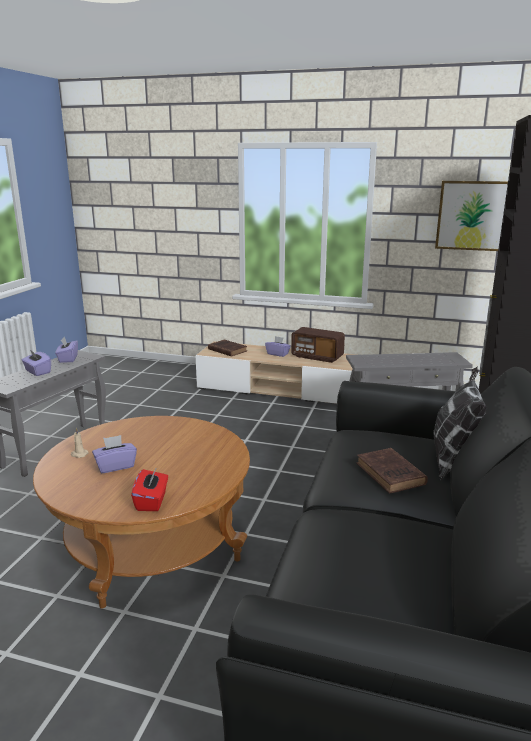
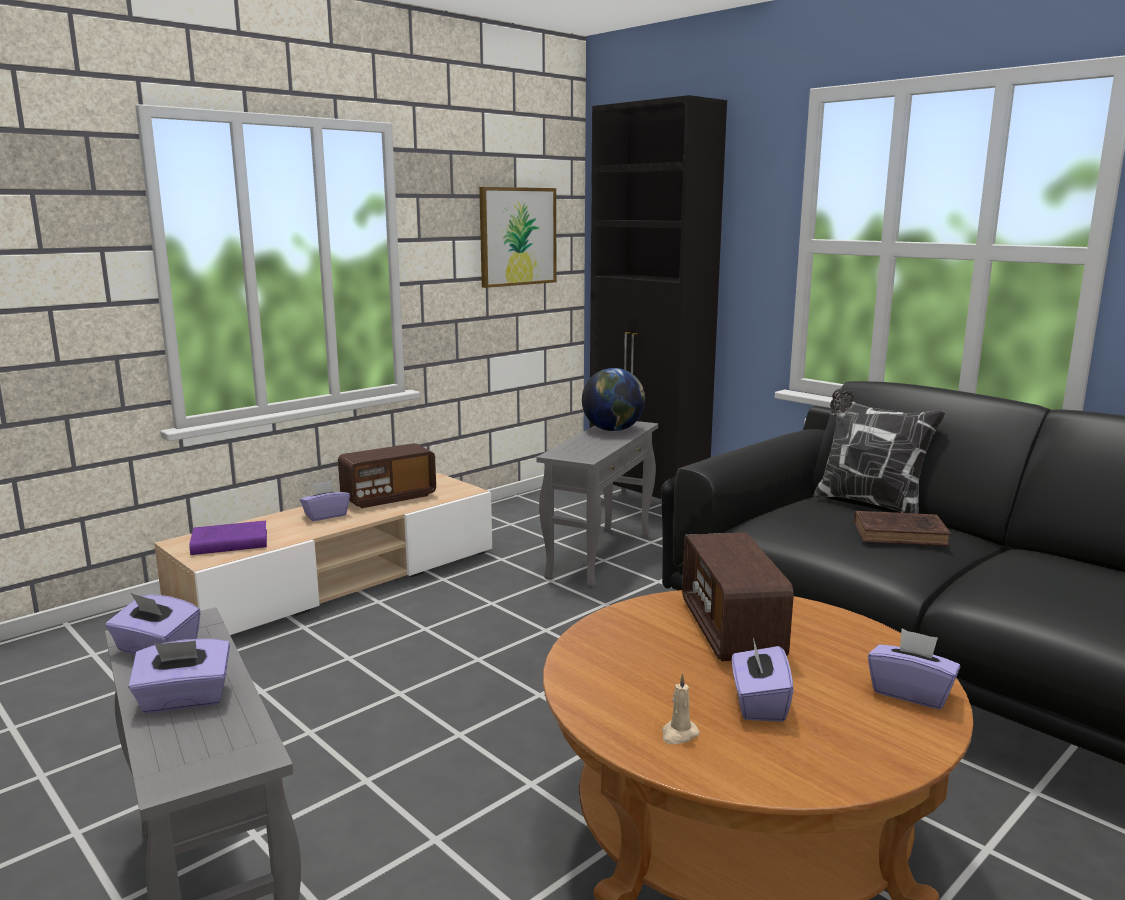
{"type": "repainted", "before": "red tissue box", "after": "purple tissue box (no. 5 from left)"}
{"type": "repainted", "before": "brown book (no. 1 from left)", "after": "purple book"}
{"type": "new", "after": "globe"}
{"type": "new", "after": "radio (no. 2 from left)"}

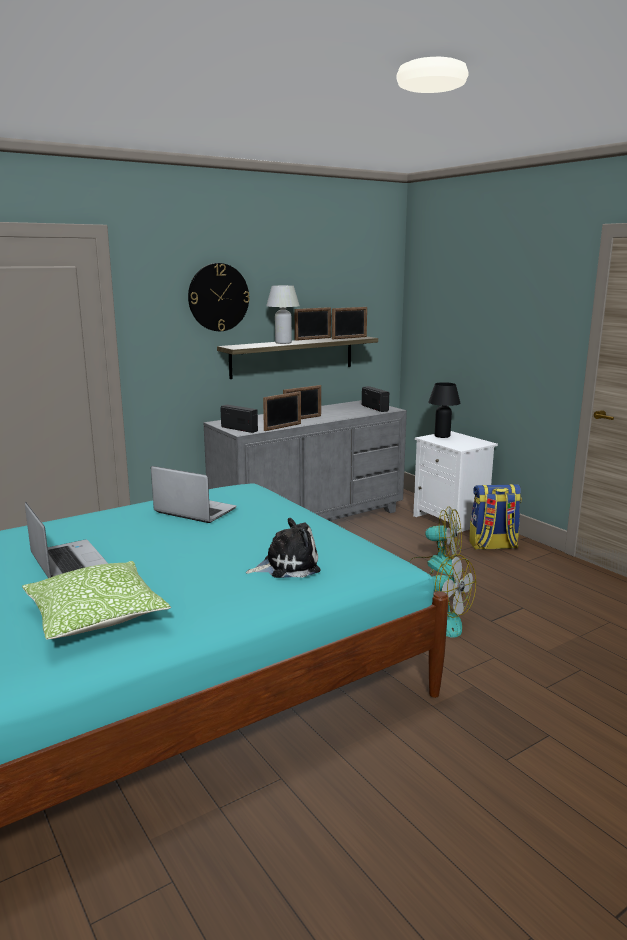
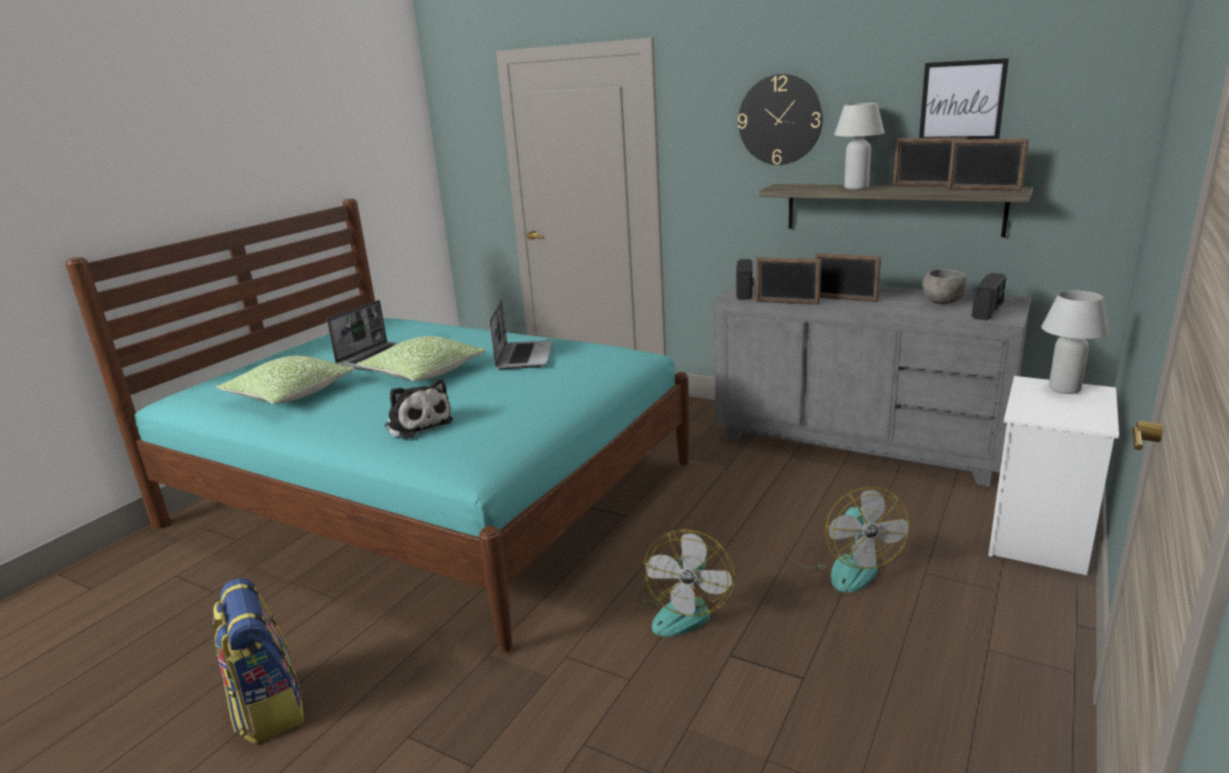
{"type": "repainted", "before": "black table lamp", "after": "white table lamp (no. 2 from left)"}
{"type": "shifted", "before": "backpack"}
{"type": "new", "after": "pillow (no. 2 from left)"}
{"type": "new", "after": "picture"}
{"type": "new", "after": "grey bowl"}

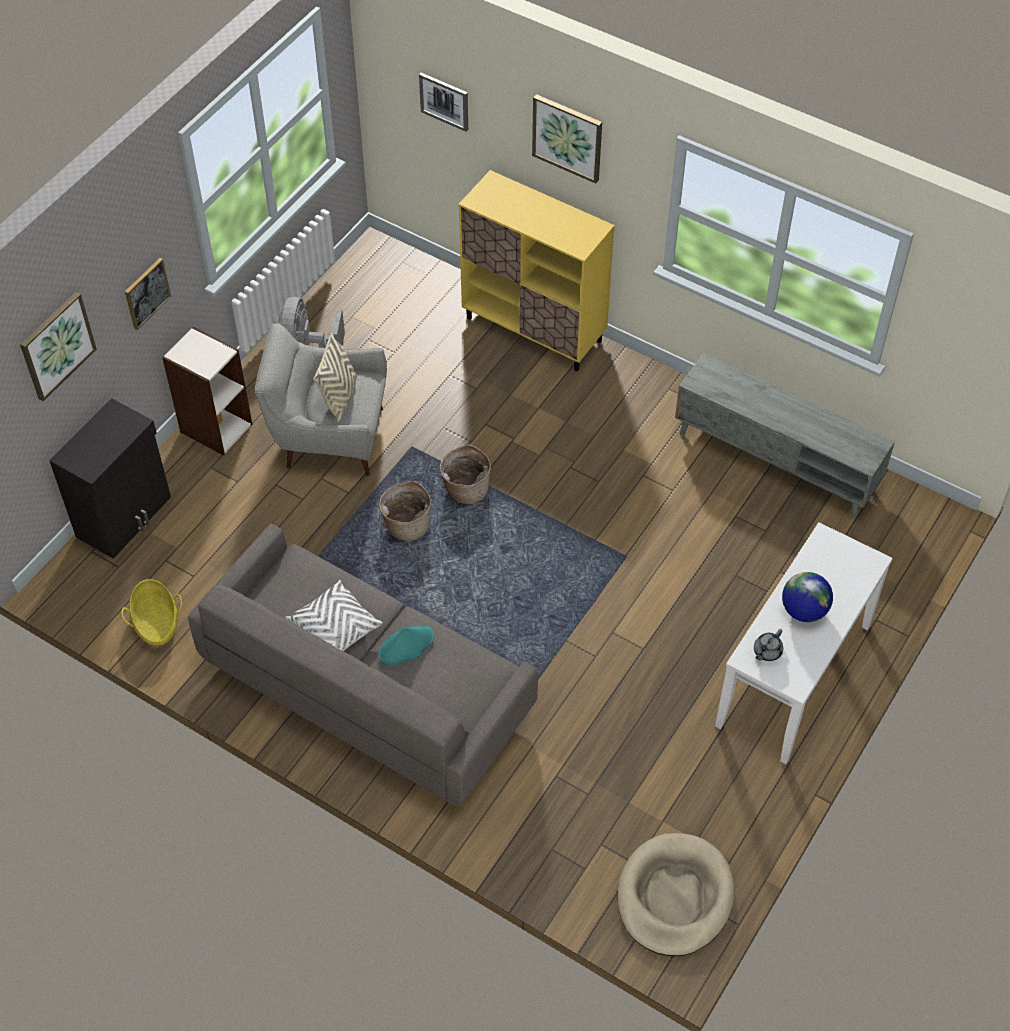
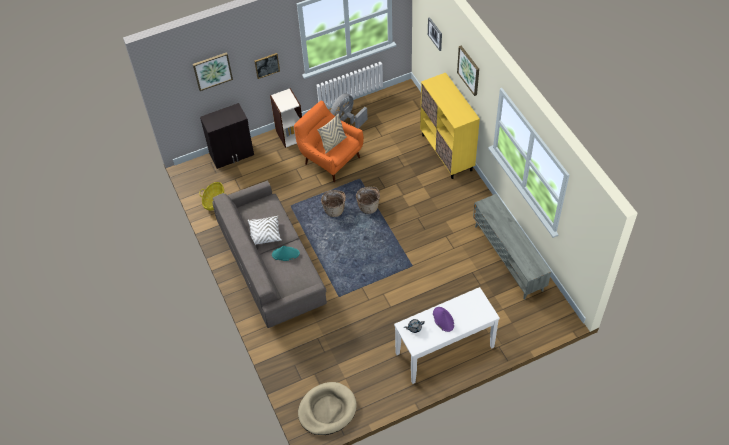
{"type": "repainted", "before": "grey armchair", "after": "orange armchair"}
{"type": "swapped", "before": "globe", "after": "purple hat"}

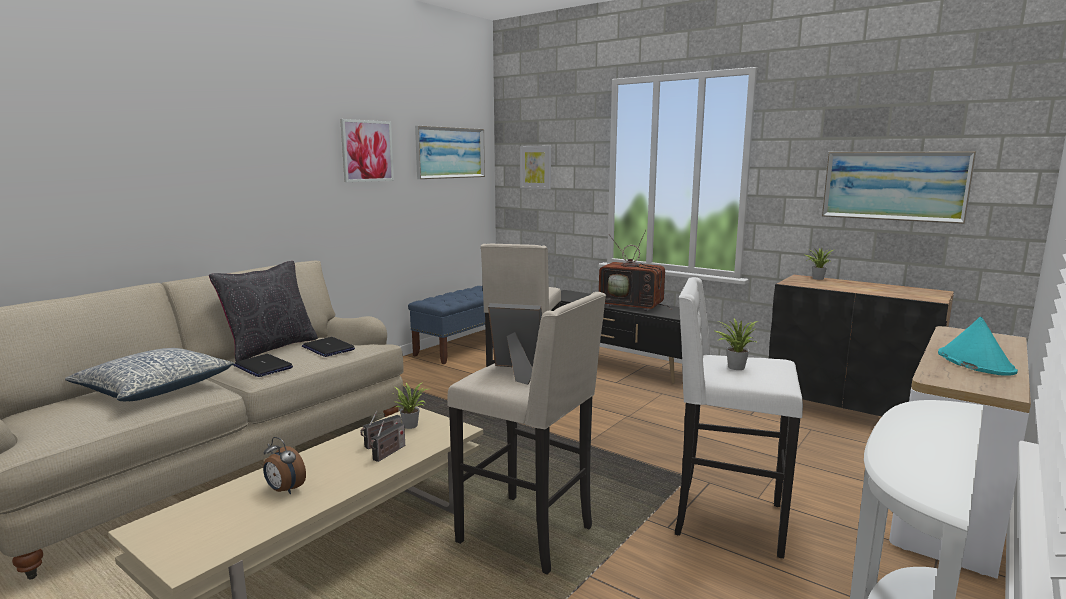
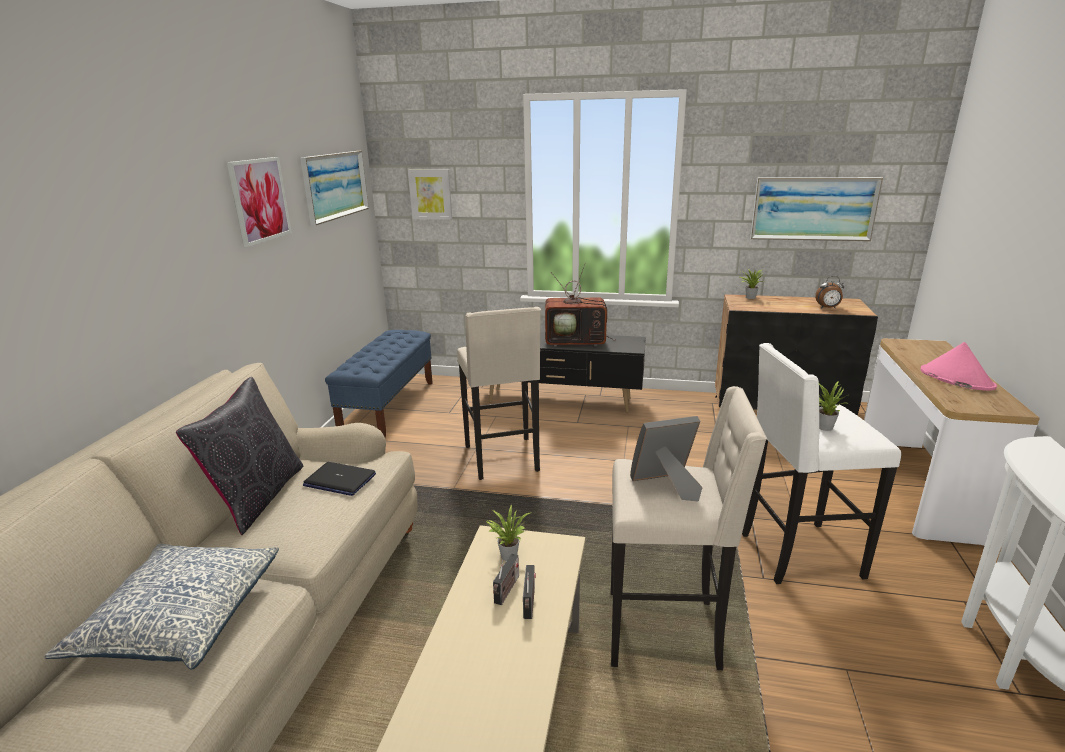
{"type": "gone", "before": "laptop (no. 1 from left)"}
{"type": "shifted", "before": "alarm clock"}
{"type": "repainted", "before": "turquoise hat", "after": "pink hat"}

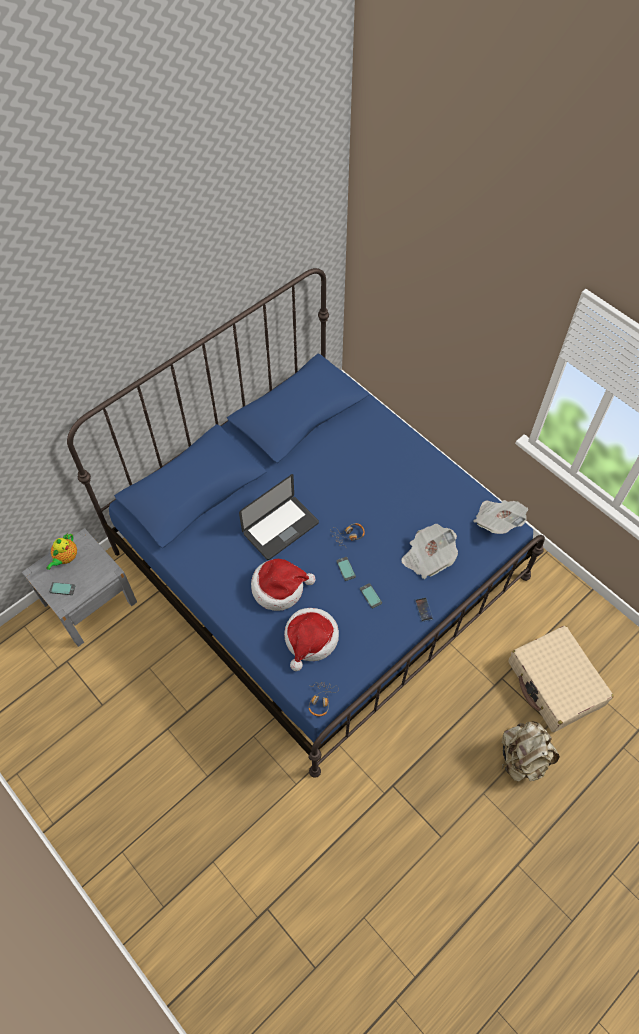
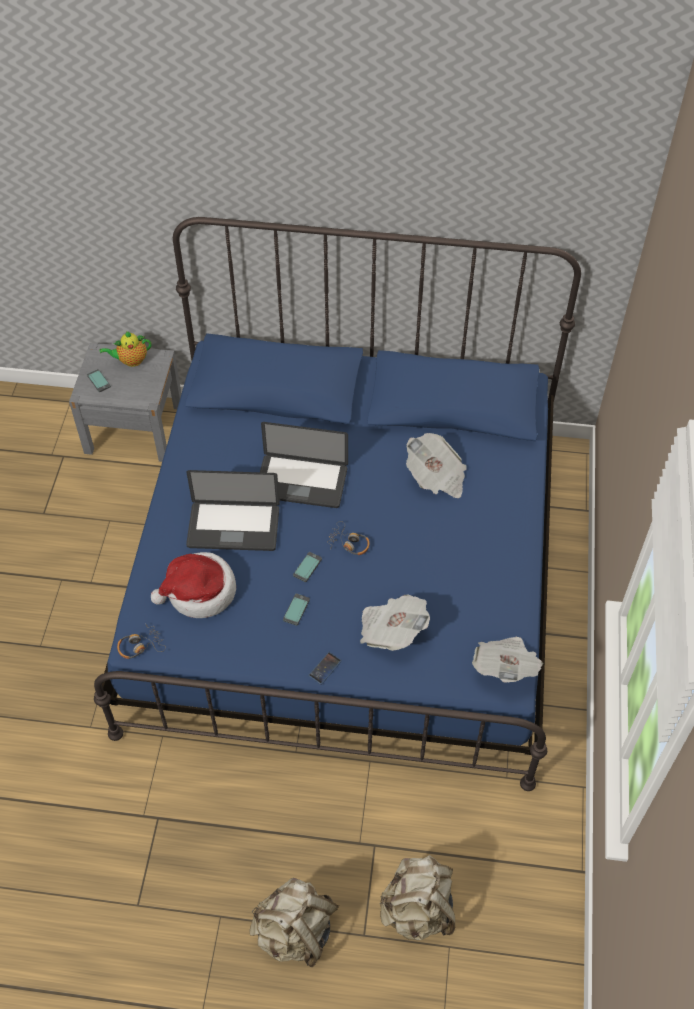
{"type": "swapped", "before": "hat (no. 1 from left)", "after": "laptop (no. 1 from left)"}
{"type": "swapped", "before": "beige suitcase", "after": "beige backpack (no. 2 from left)"}
{"type": "new", "after": "newspaper (no. 2 from left)"}

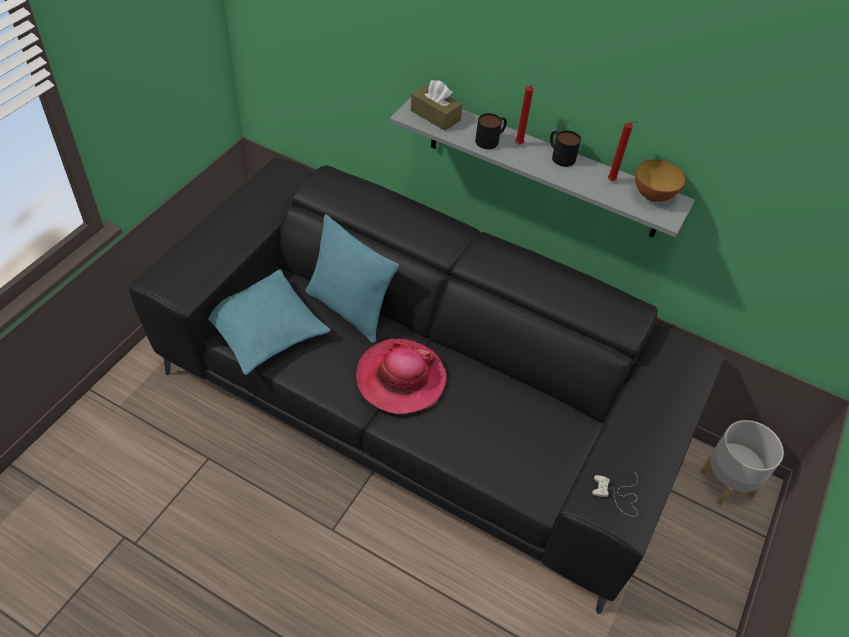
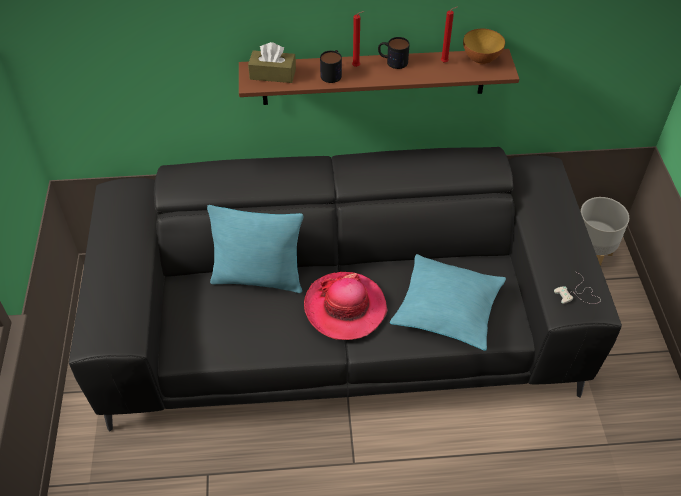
{"type": "shifted", "before": "turquoise pillow (no. 1 from left in the first image)", "after": "turquoise pillow (no. 2 from left)"}
{"type": "repainted", "before": "grey shelf", "after": "brown shelf"}

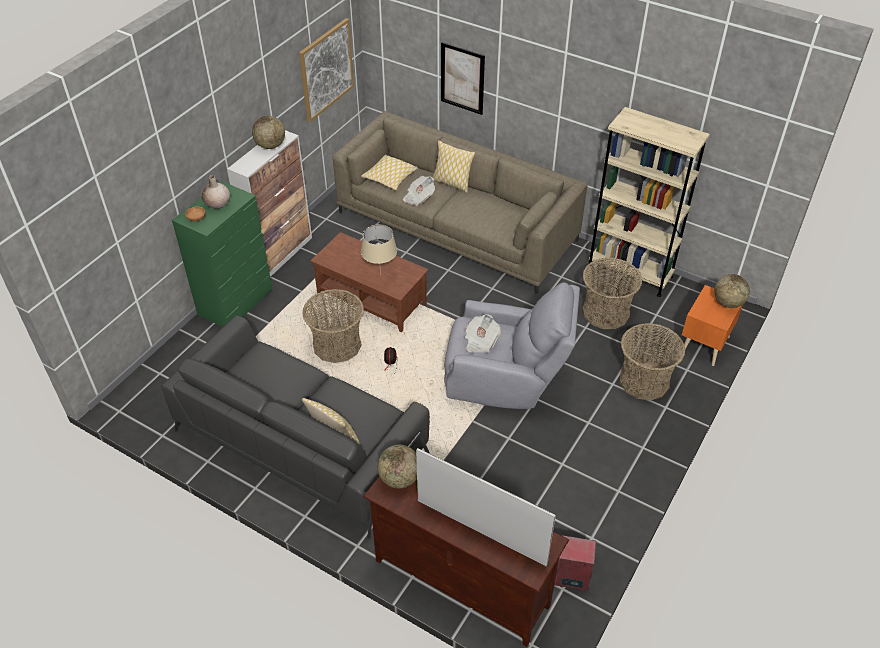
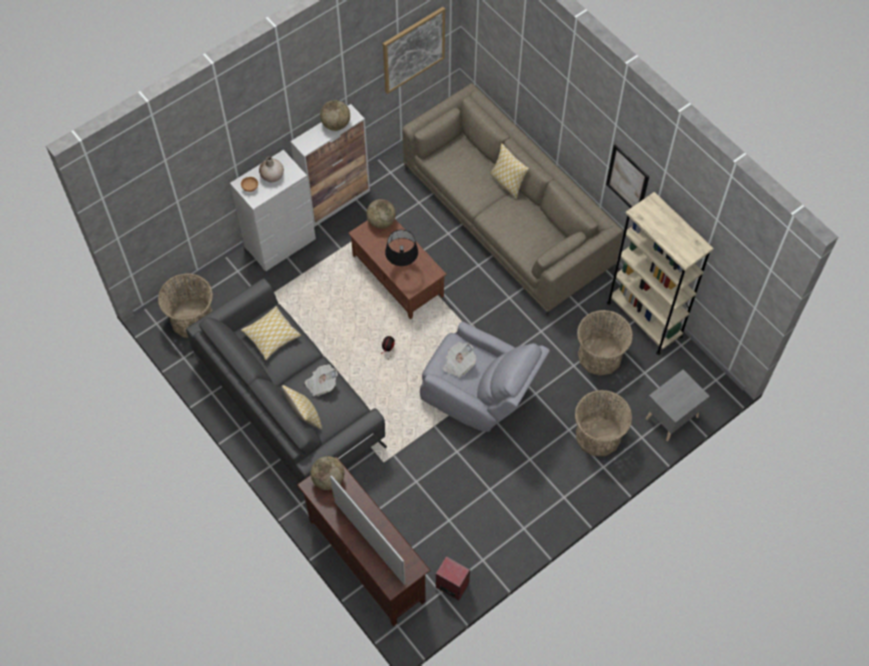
{"type": "repainted", "before": "green dresser", "after": "white dresser"}
{"type": "shifted", "before": "basket (no. 1 from left)"}
{"type": "shifted", "before": "pillow (no. 2 from left in the first image)", "after": "pillow (no. 1 from left)"}
{"type": "repainted", "before": "beige table lamp", "after": "black table lamp"}
{"type": "shifted", "before": "newspaper (no. 1 from left)"}
{"type": "shifted", "before": "picture (no. 2 from left)"}
{"type": "repainted", "before": "orange nightstand", "after": "grey nightstand"}
{"type": "shifted", "before": "globe (no. 3 from left)"}

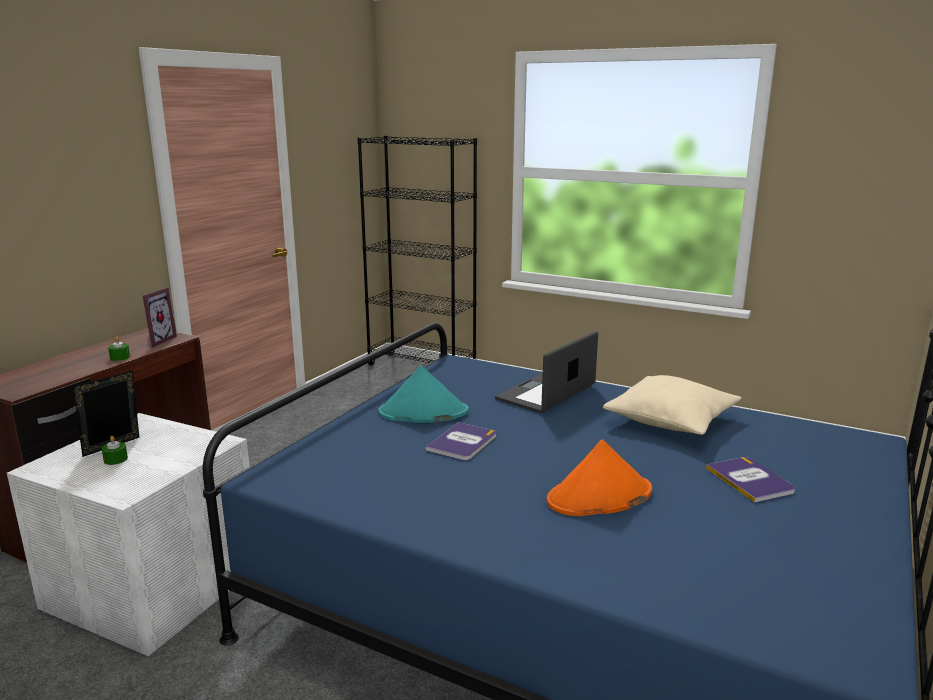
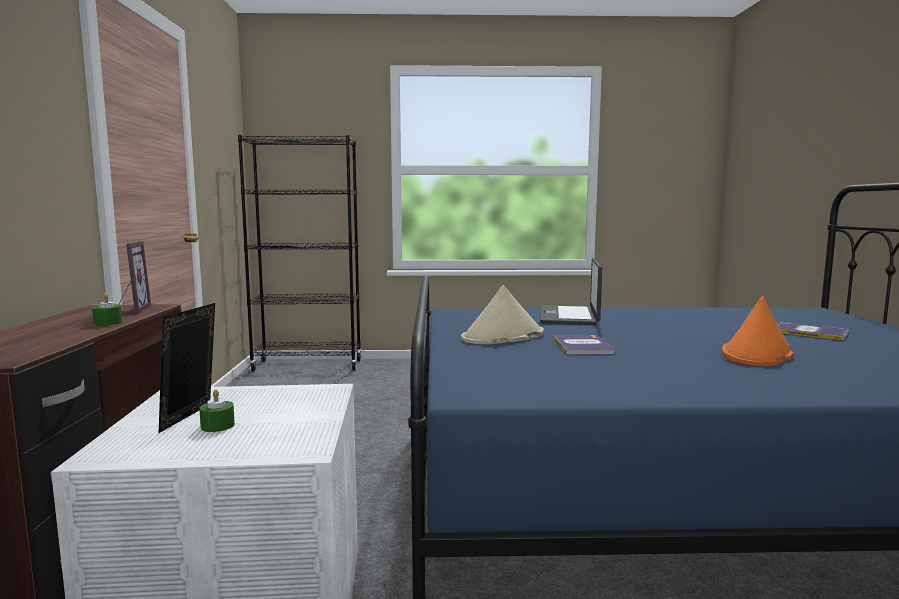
{"type": "repainted", "before": "turquoise hat", "after": "beige hat"}
{"type": "gone", "before": "beige pillow"}

